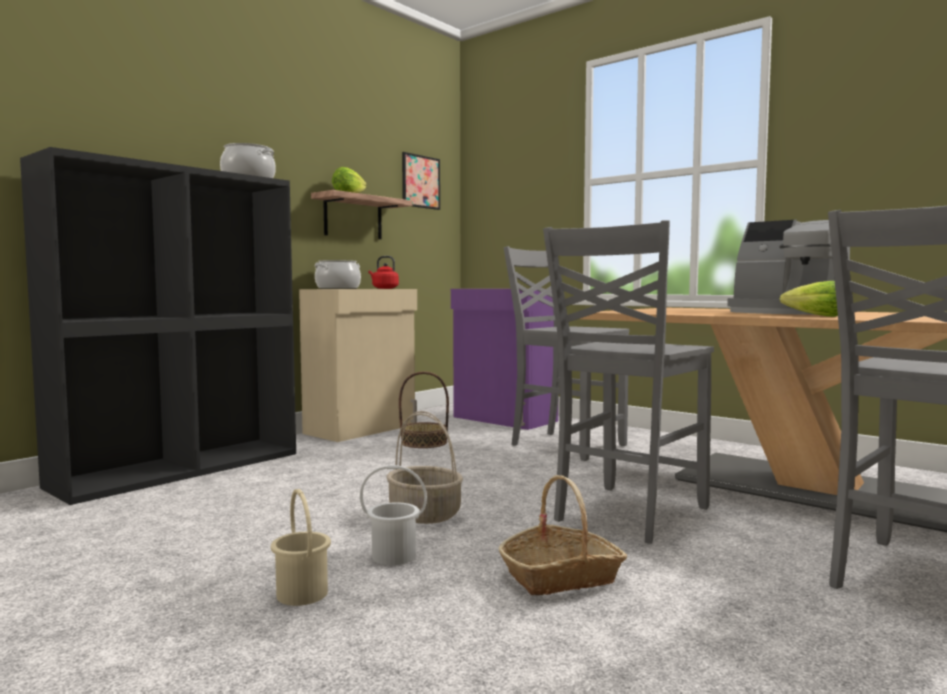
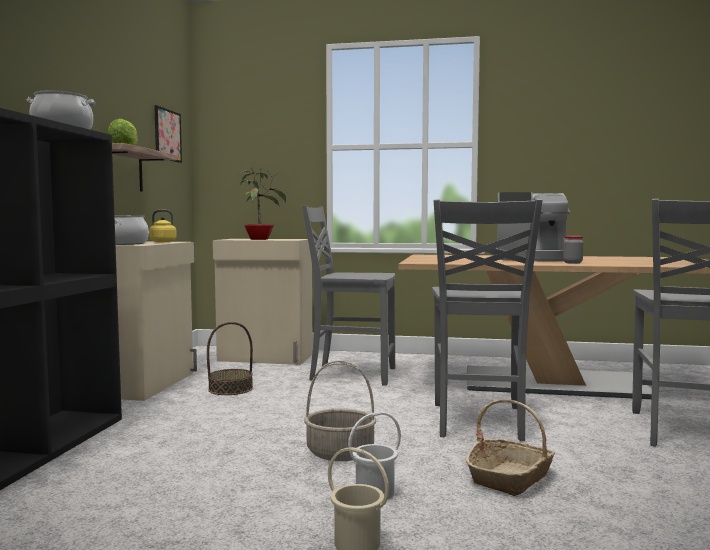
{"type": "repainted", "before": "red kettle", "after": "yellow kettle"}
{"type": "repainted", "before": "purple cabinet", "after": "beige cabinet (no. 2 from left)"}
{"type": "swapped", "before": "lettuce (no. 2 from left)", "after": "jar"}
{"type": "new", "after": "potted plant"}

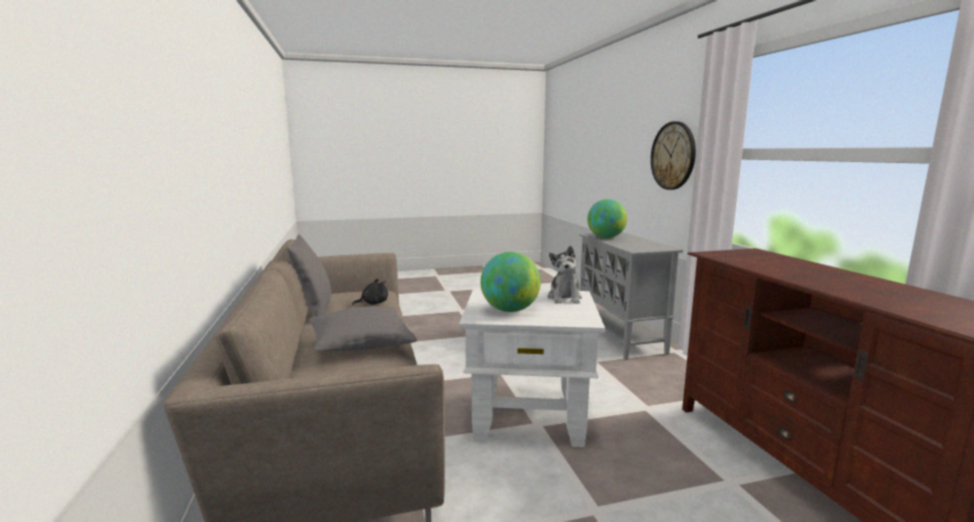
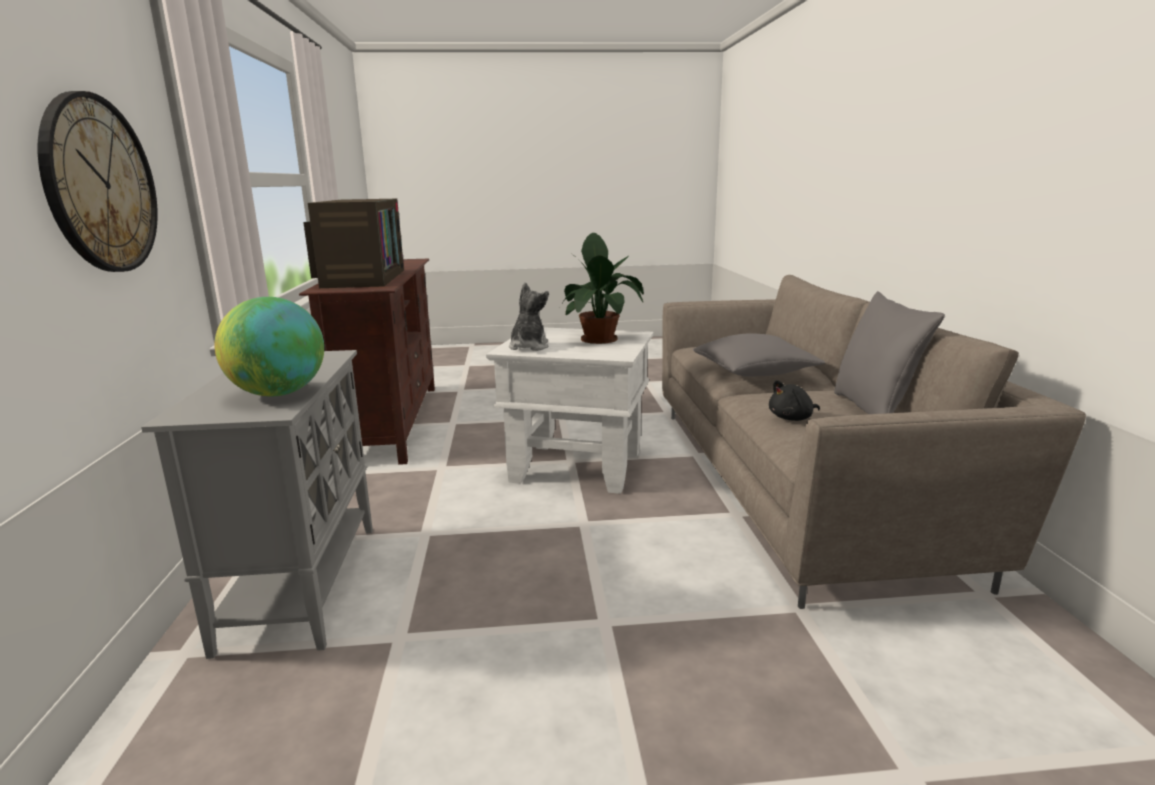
{"type": "swapped", "before": "globe (no. 1 from left)", "after": "potted plant"}
{"type": "new", "after": "television"}

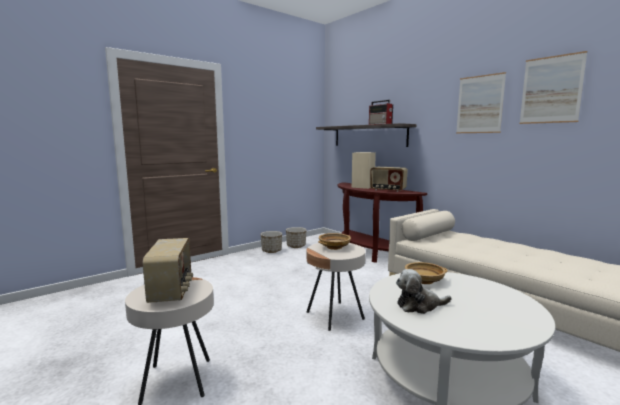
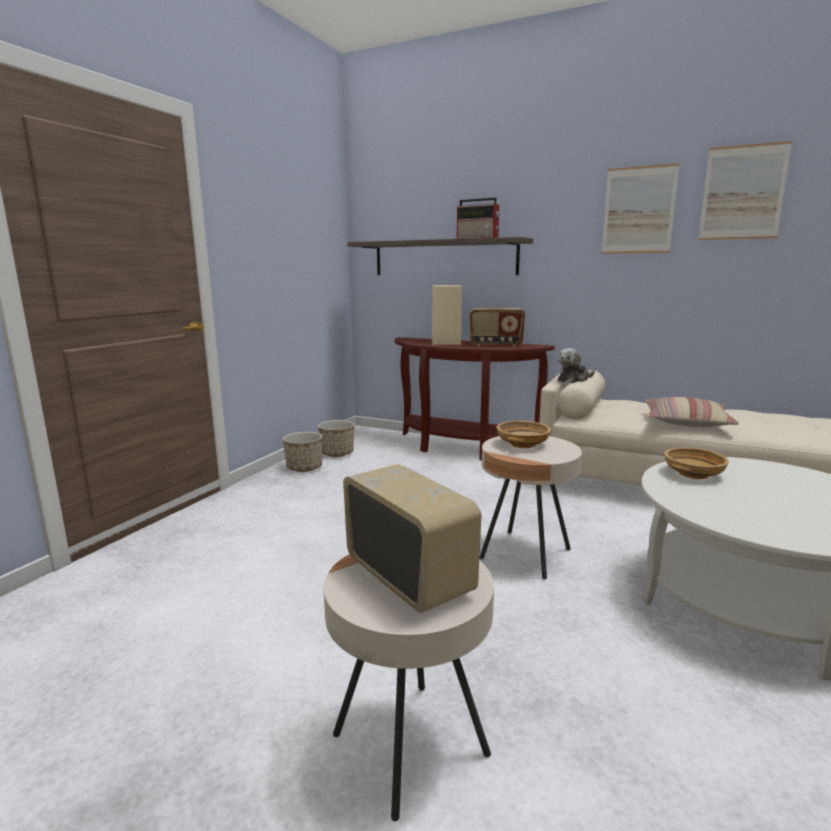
{"type": "shifted", "before": "plush toy"}
{"type": "new", "after": "pillow"}

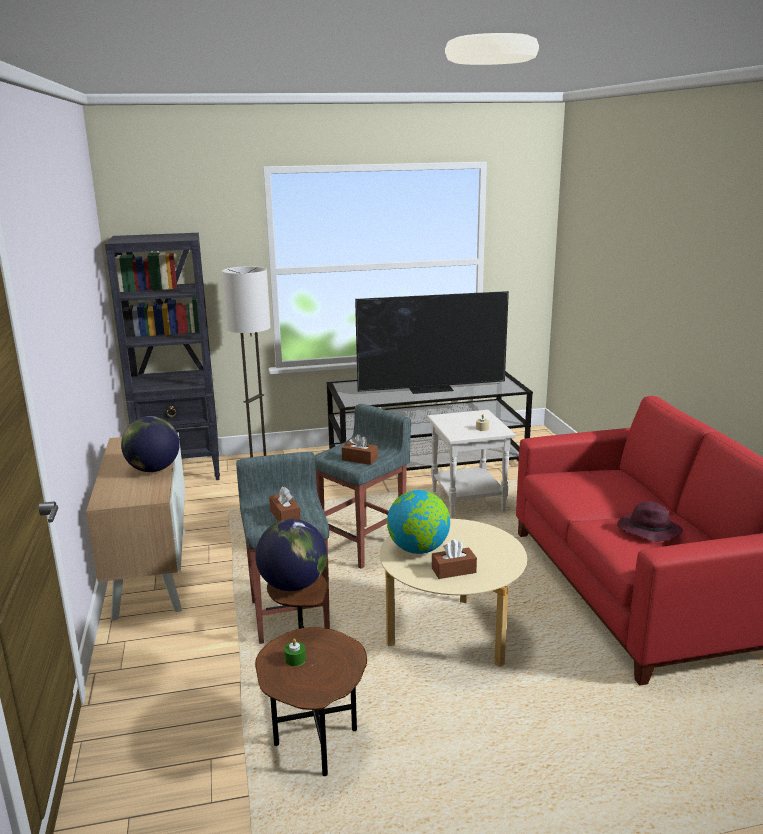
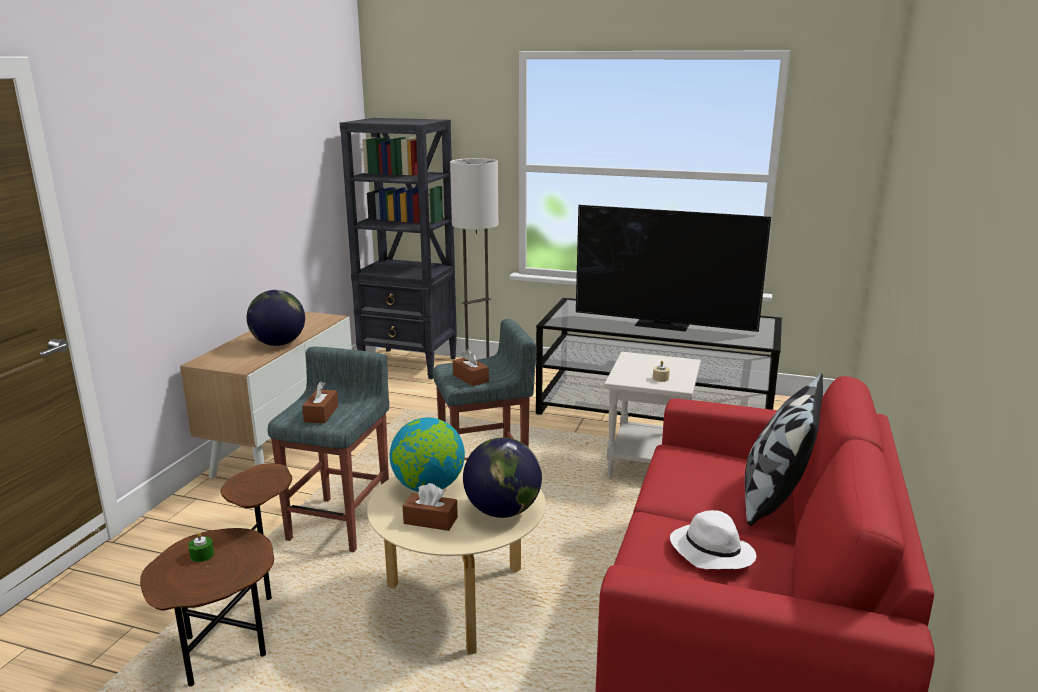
{"type": "shifted", "before": "globe (no. 2 from left in the first image)", "after": "globe (no. 3 from left)"}
{"type": "repainted", "before": "purple hat", "after": "white hat"}
{"type": "new", "after": "pillow"}

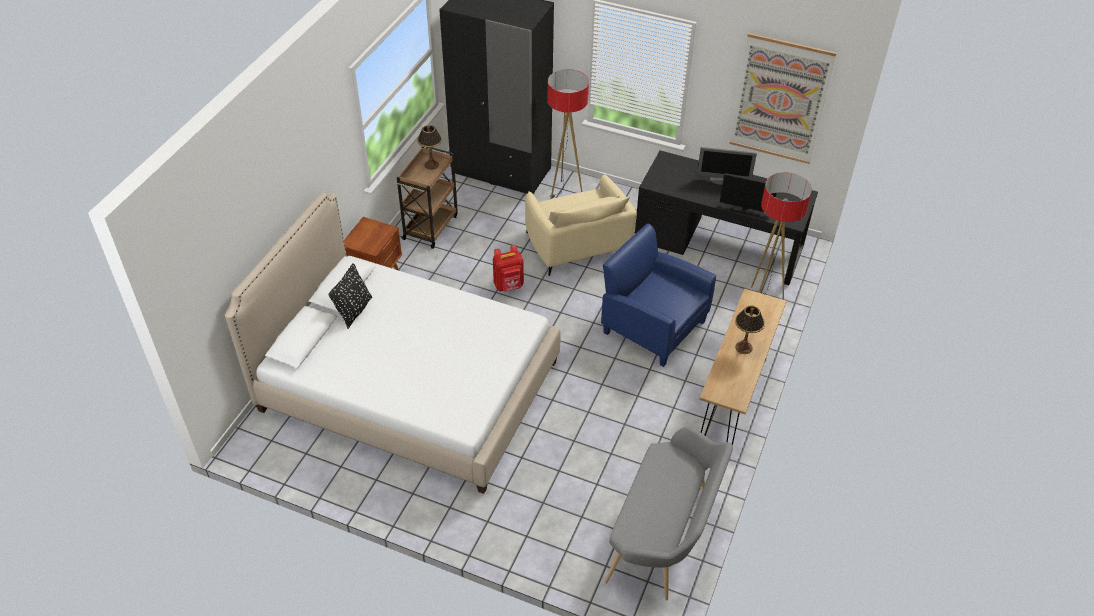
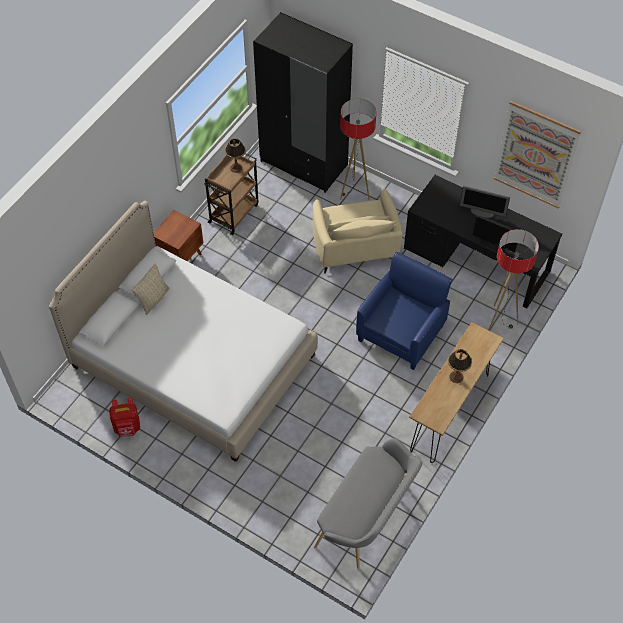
{"type": "repainted", "before": "black pillow", "after": "beige pillow"}
{"type": "shifted", "before": "red backpack"}
{"type": "rotated", "before": "blue armchair", "turn": 75}

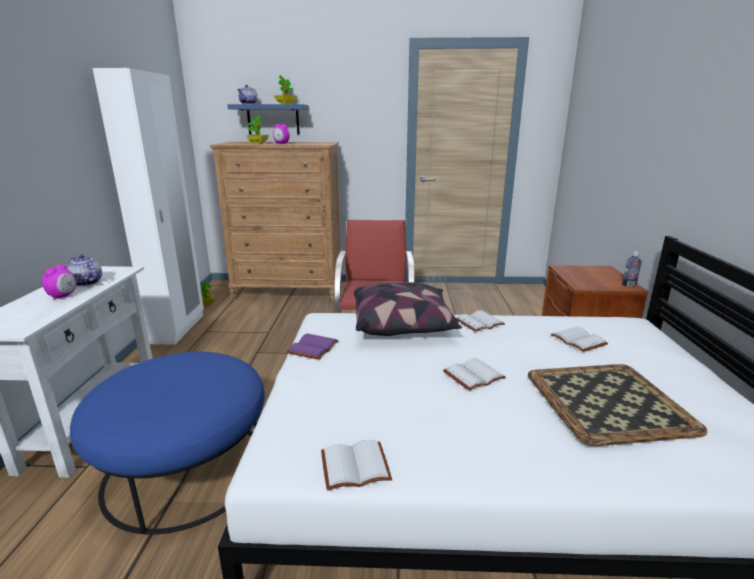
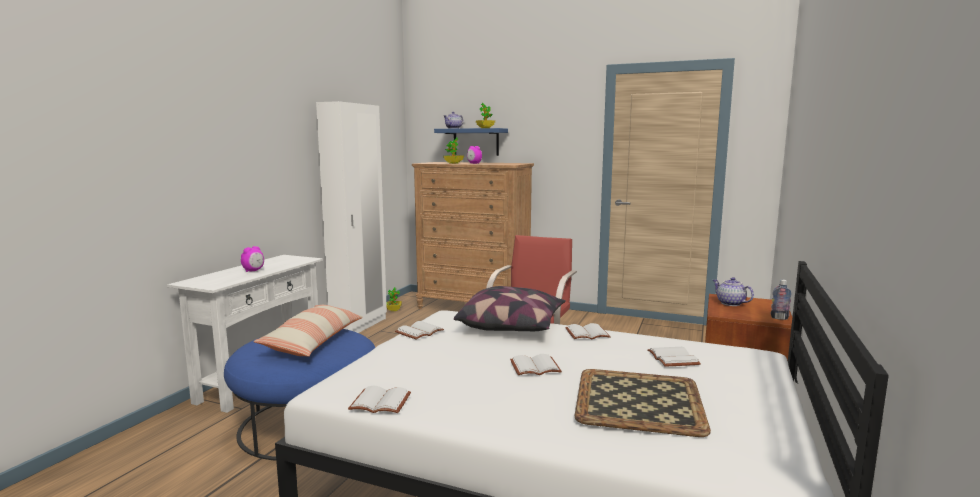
{"type": "shifted", "before": "teapot (no. 1 from left in the first image)", "after": "teapot (no. 2 from left)"}
{"type": "repainted", "before": "purple book", "after": "white book (no. 2 from left)"}
{"type": "new", "after": "pillow (no. 1 from left)"}

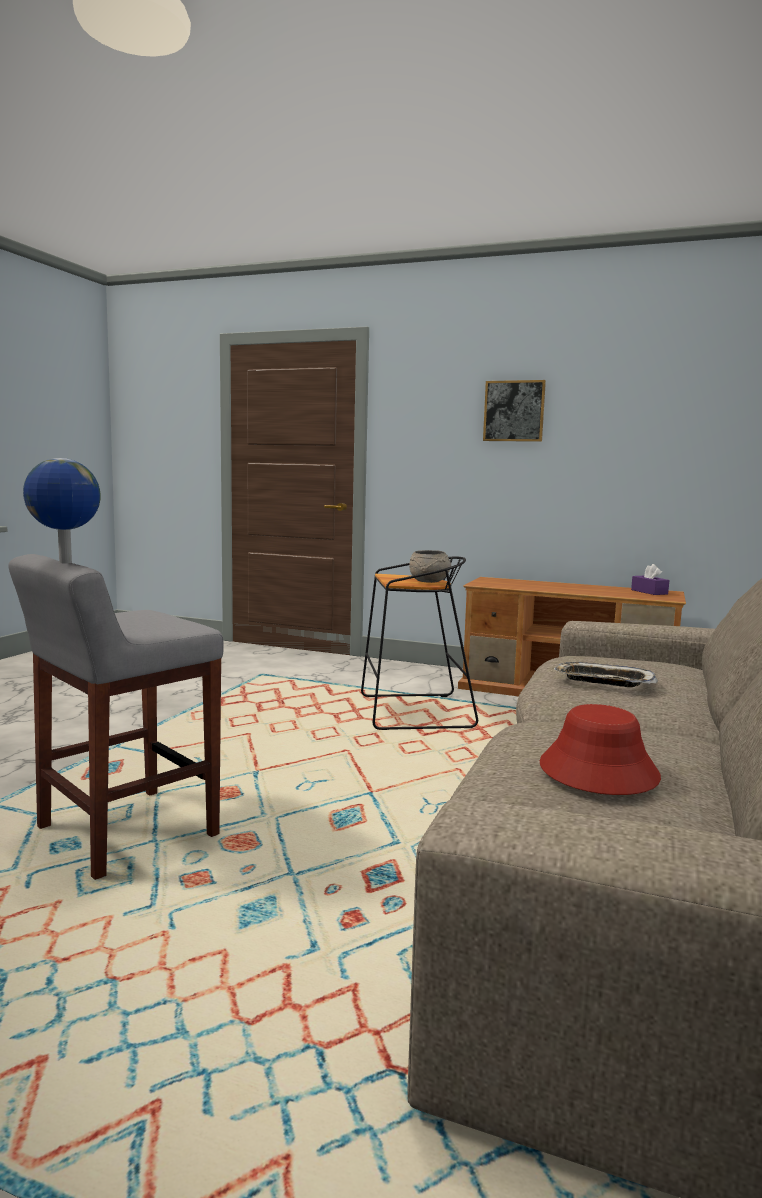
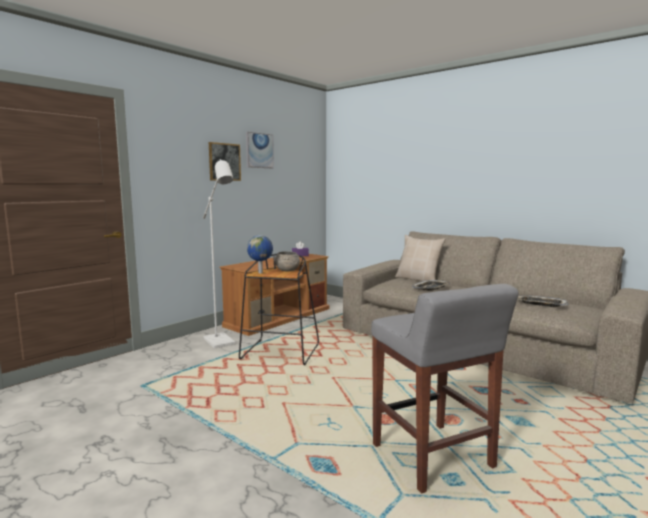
{"type": "shifted", "before": "globe"}
{"type": "swapped", "before": "red hat", "after": "tray (no. 2 from left)"}
{"type": "new", "after": "white floor lamp"}
{"type": "new", "after": "picture (no. 2 from left)"}
{"type": "new", "after": "beige pillow"}

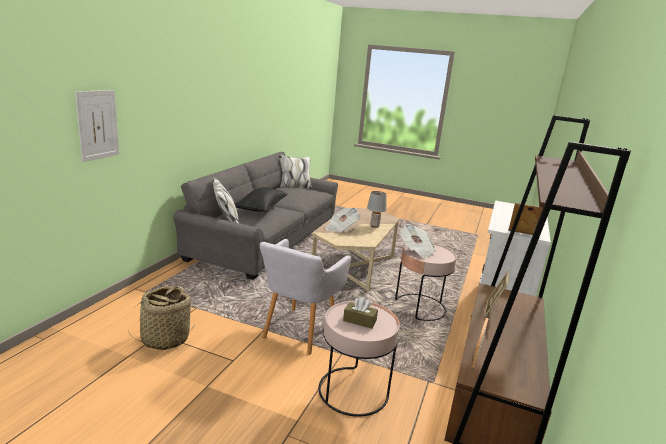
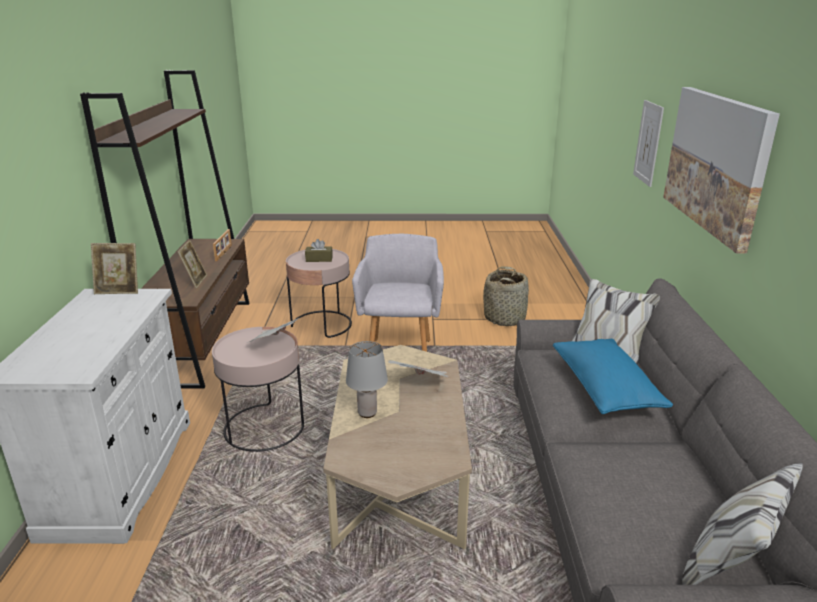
{"type": "repainted", "before": "black pillow", "after": "blue pillow"}
{"type": "new", "after": "picture (no. 2 from left)"}

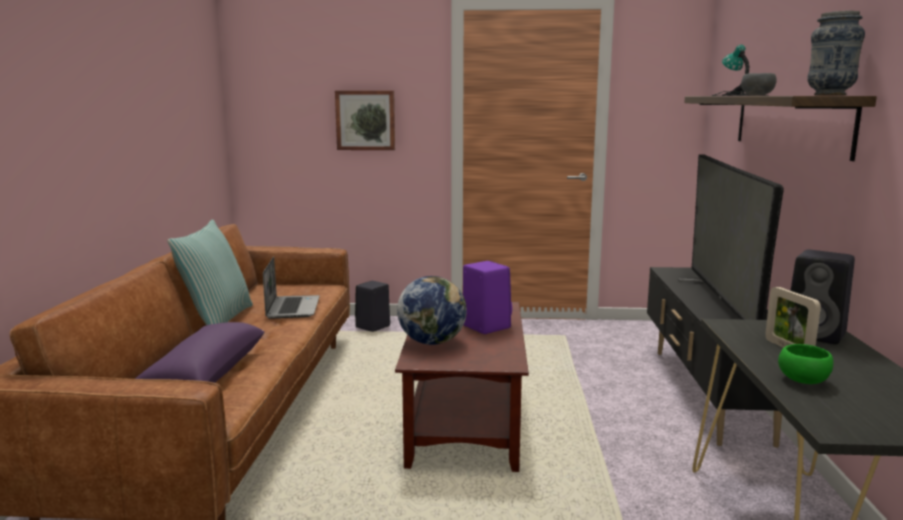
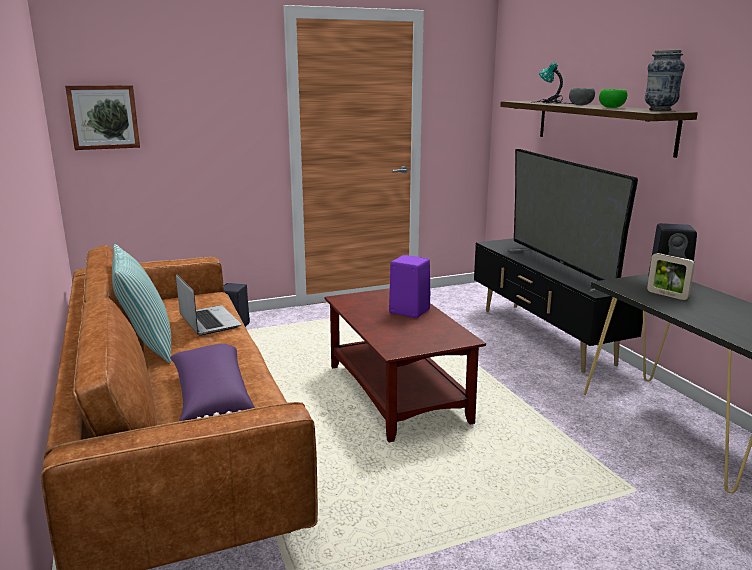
{"type": "shifted", "before": "picture"}
{"type": "gone", "before": "globe"}
{"type": "shifted", "before": "green bowl"}

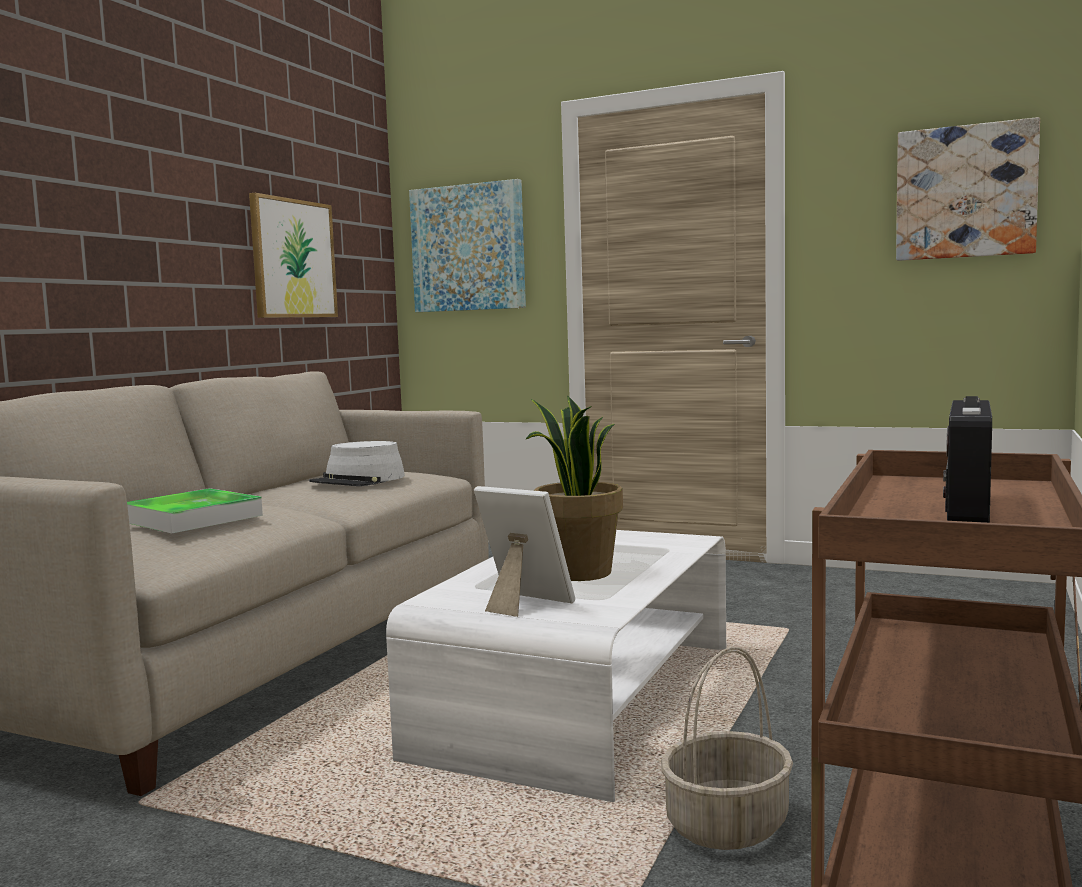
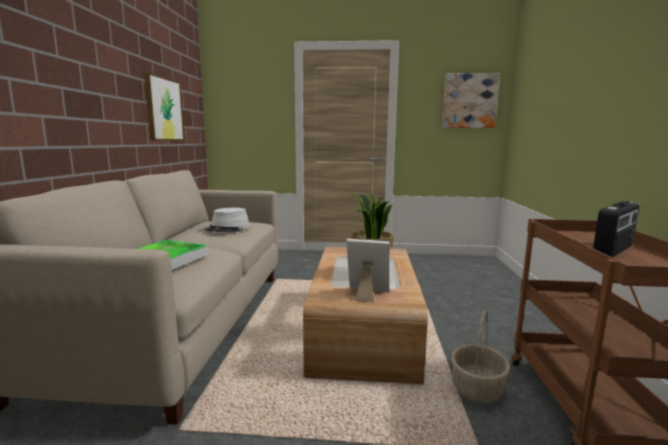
{"type": "repainted", "before": "white coffee table", "after": "brown coffee table"}
{"type": "gone", "before": "picture (no. 2 from left)"}
{"type": "rotated", "before": "radio", "turn": -135}

